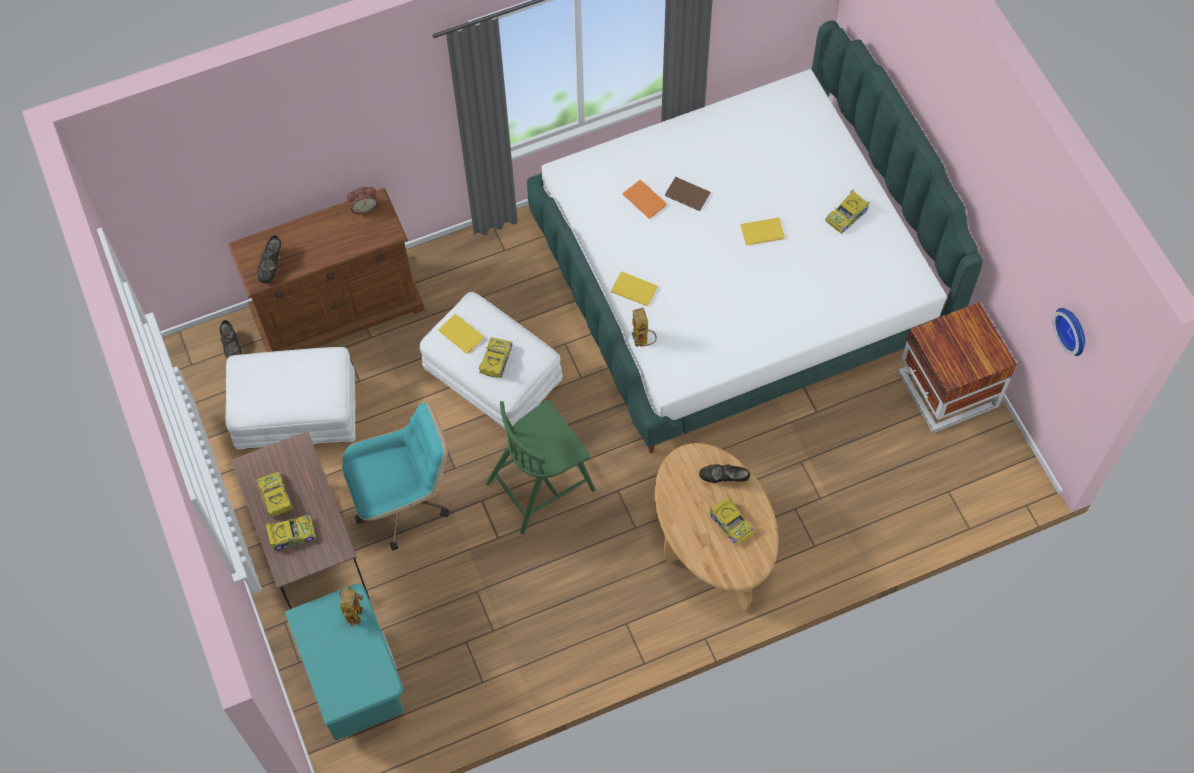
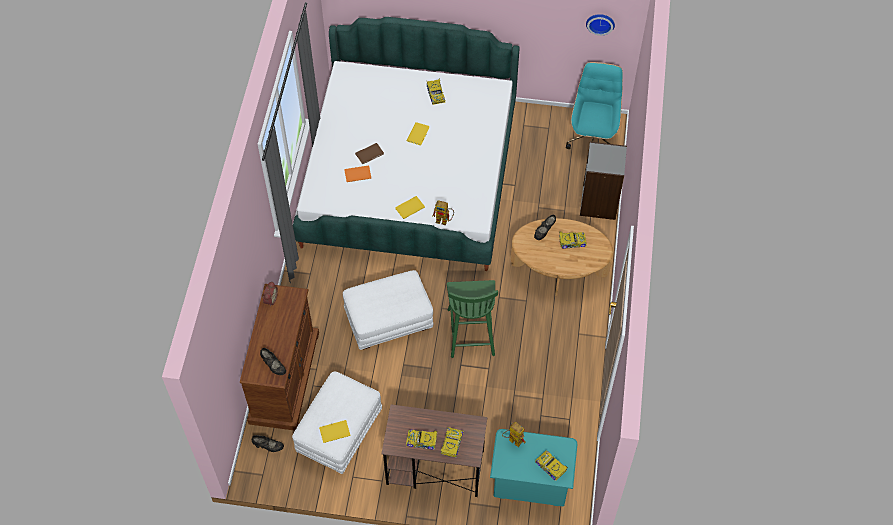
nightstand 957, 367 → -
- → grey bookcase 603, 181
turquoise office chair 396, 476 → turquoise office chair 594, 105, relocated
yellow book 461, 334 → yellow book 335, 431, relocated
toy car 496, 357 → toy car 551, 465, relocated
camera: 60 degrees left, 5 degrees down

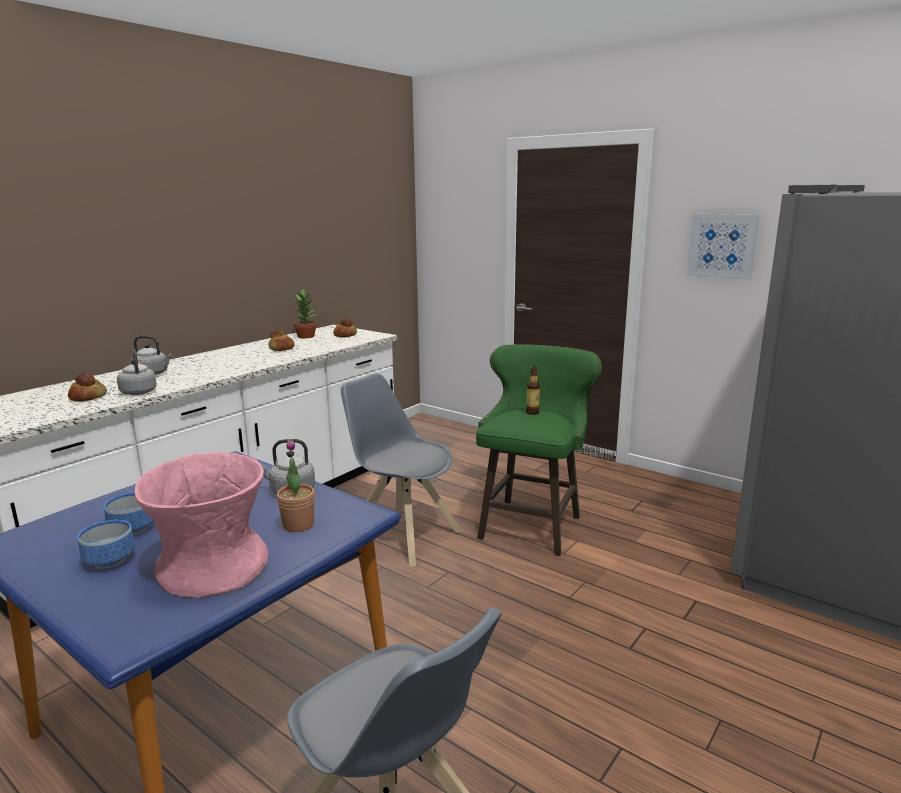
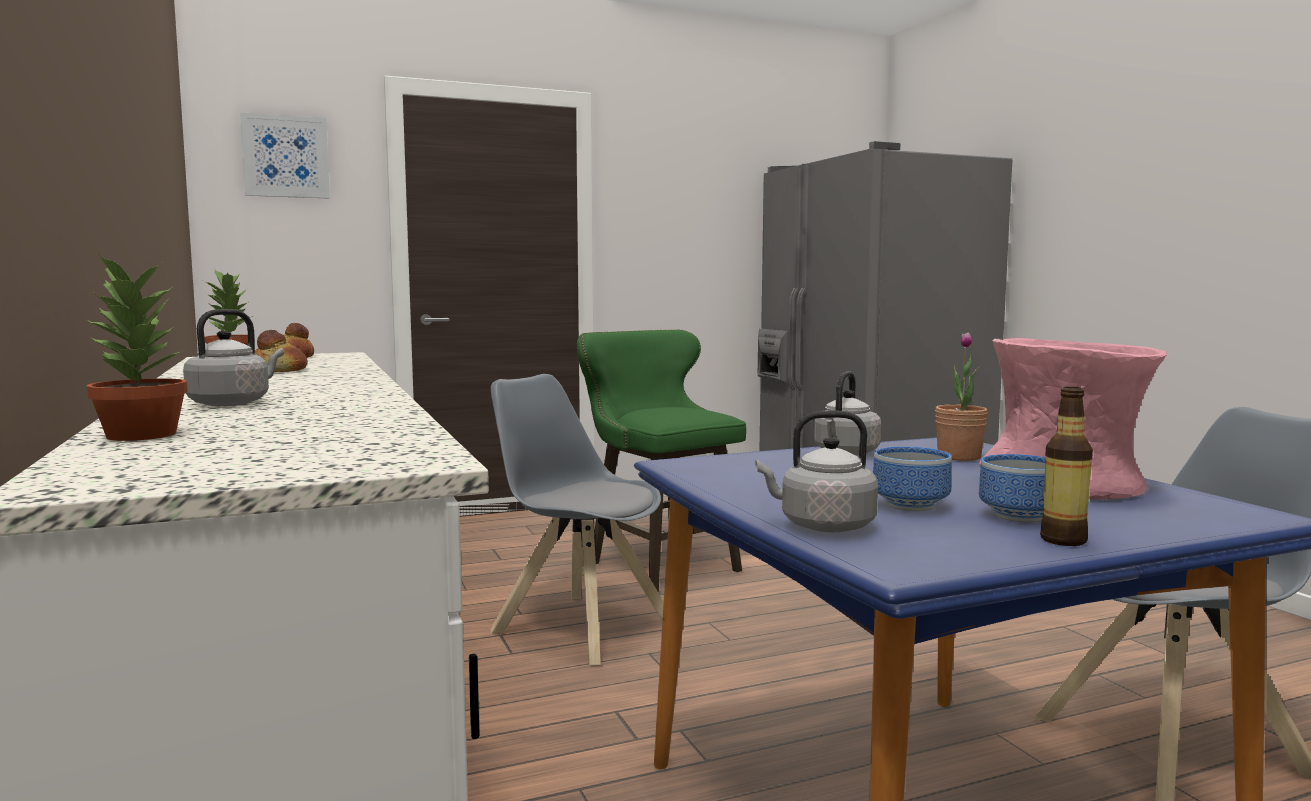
bread 87, 386 → -
- → potted plant 136, 347
grey kettle 137, 372 → grey kettle 816, 471, relocated
bottle 533, 390 → bottle 1066, 466, relocated
picture 723, 247 → picture 285, 156, relocated
grey chair 402, 470 → grey chair 577, 519, 60 degrees clockwise
camera: 60 degrees left, 10 degrees down

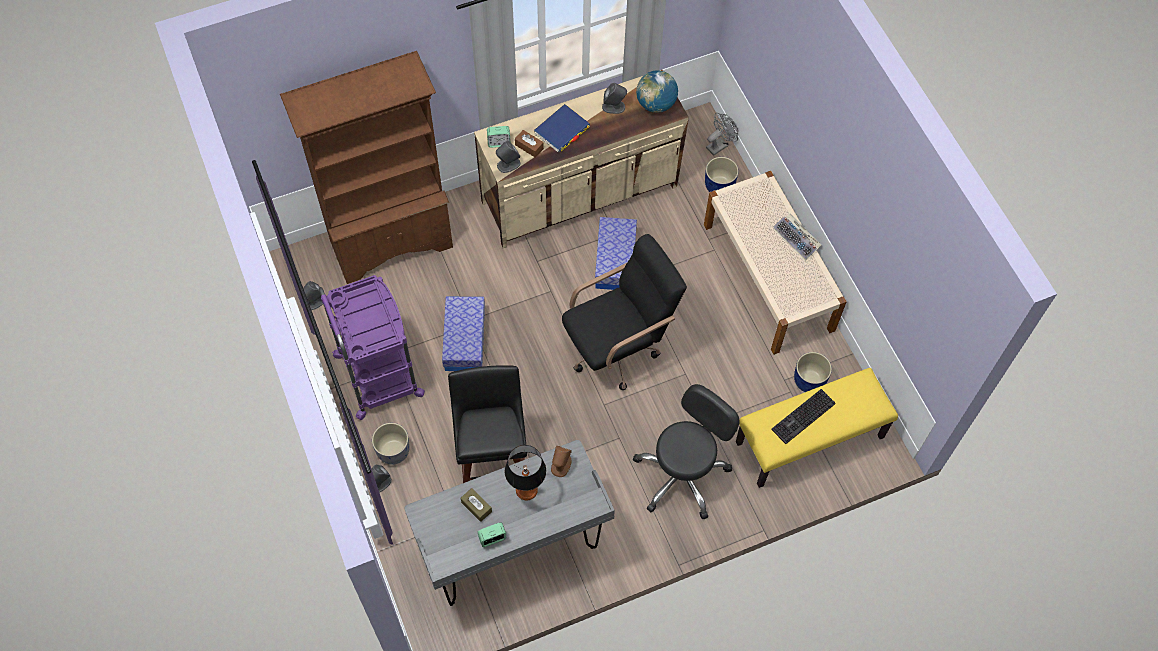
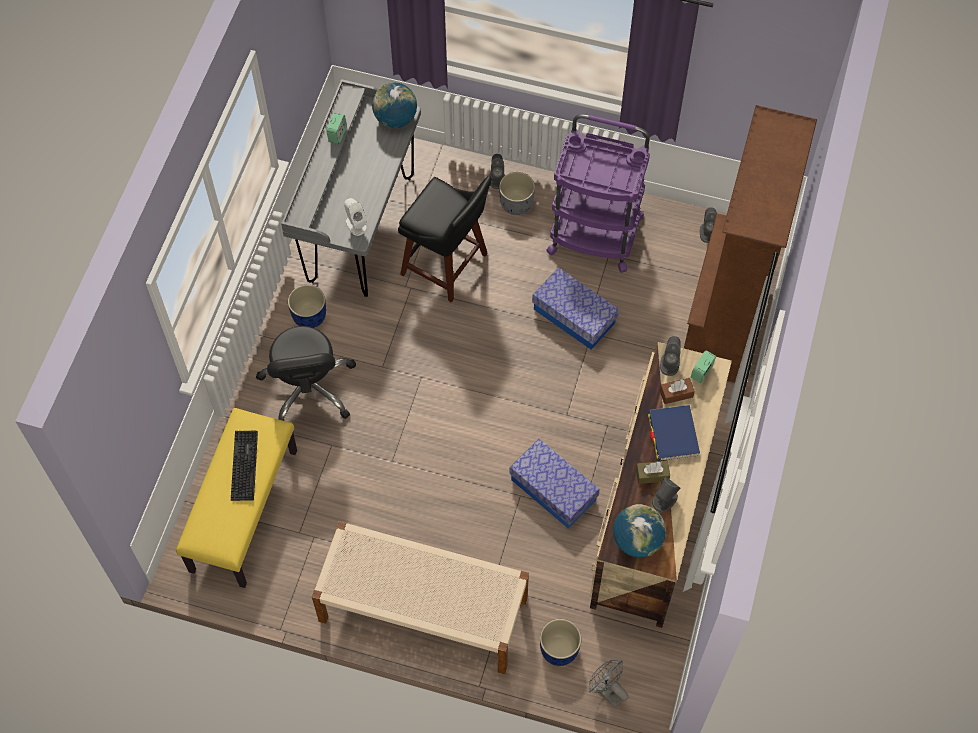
table lamp 525, 472 → -
black office chair 624, 312 → -
keyboard 797, 237 → -
- → globe 394, 105
brown tissue box 476, 505 → brown tissue box 653, 472, relocated
blue planter 813, 372 → blue planter 307, 306, relocated
brown speaker 561, 461 → white speaker 355, 217
grey fan 722, 134 → grey fan 609, 684, 135 degrees clockwise
camera: 130 degrees right, 0 degrees up

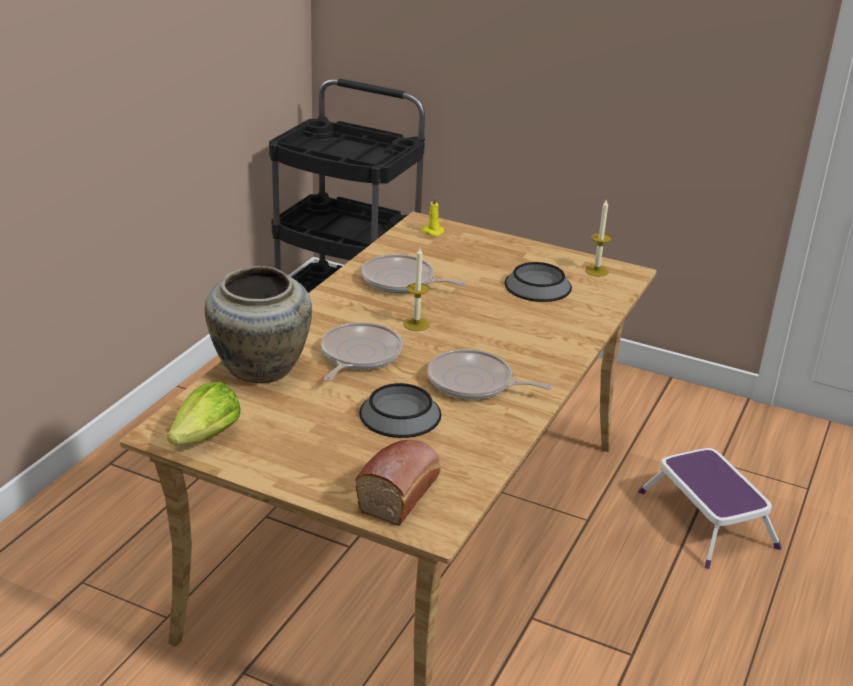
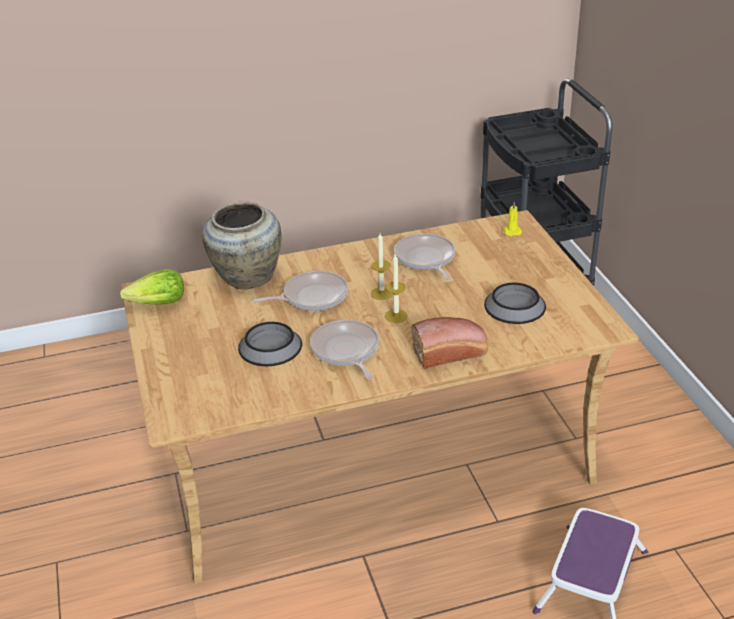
bread 398, 483 → bread 450, 343, relocated
candle 598, 238 → candle 396, 288, relocated
camera: 50 degrees right, 5 degrees up

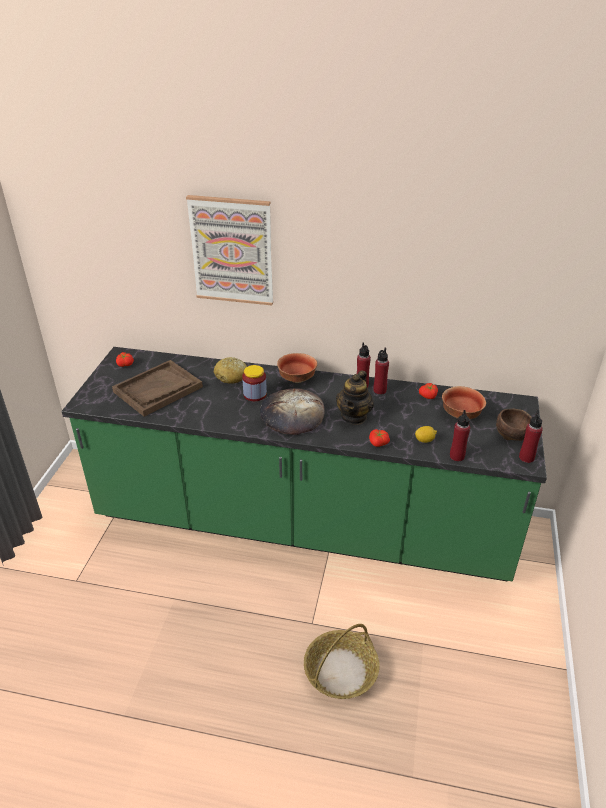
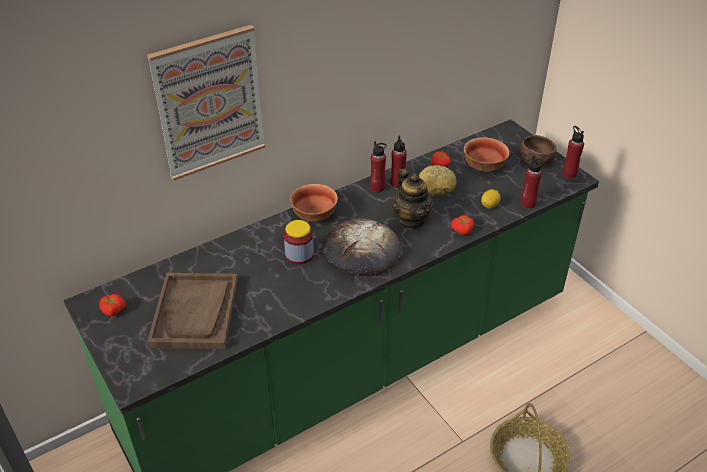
bread 230, 370 → bread 438, 180, relocated
camera: 45 degrees left, 5 degrees up

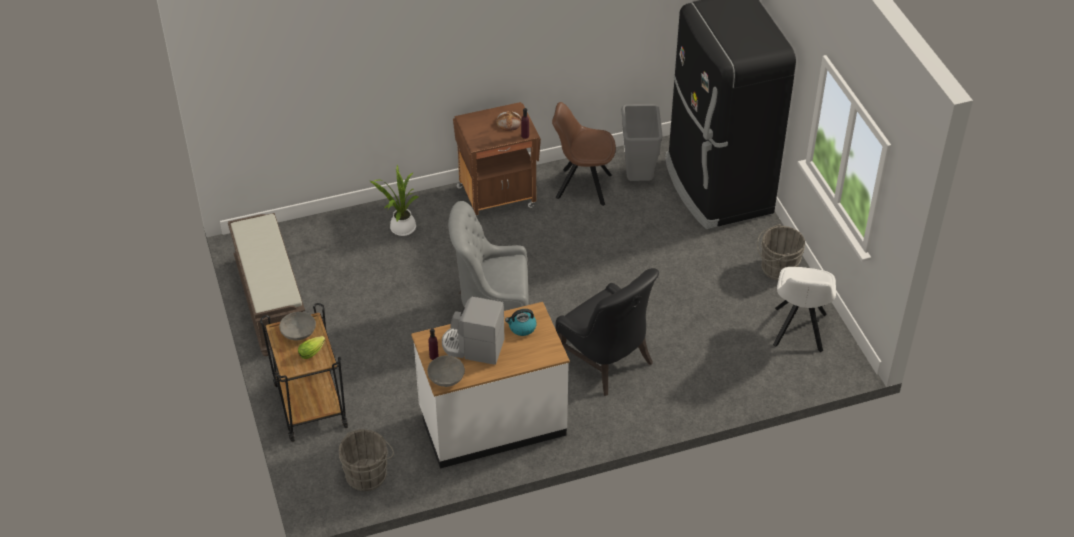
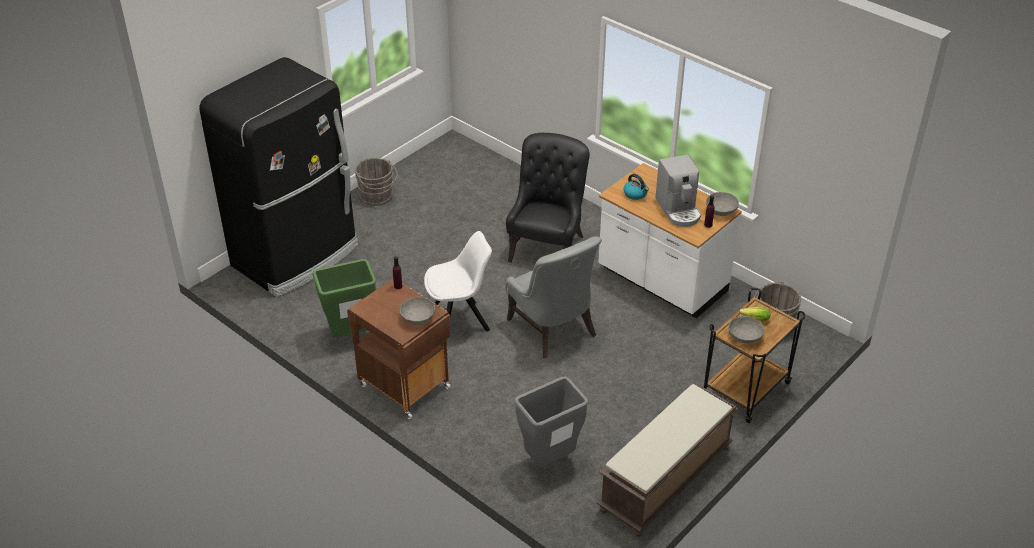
potted plant 394, 200 → -
bread 509, 121 → -
- → grey bowl 417, 311
grey trash can 642, 142 → grey trash can 551, 421, relocated
white chair 804, 309 → white chair 458, 281, relocated
brown chair 584, 154 → green trash can 344, 298
camera: 120 degrees left, 5 degrees down

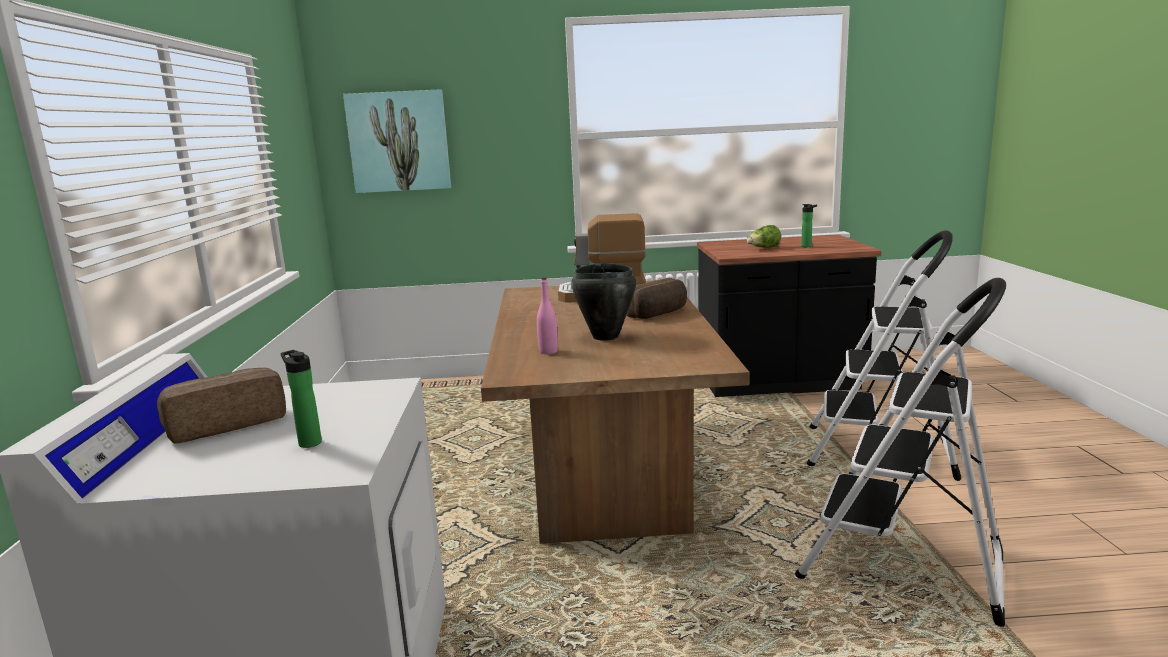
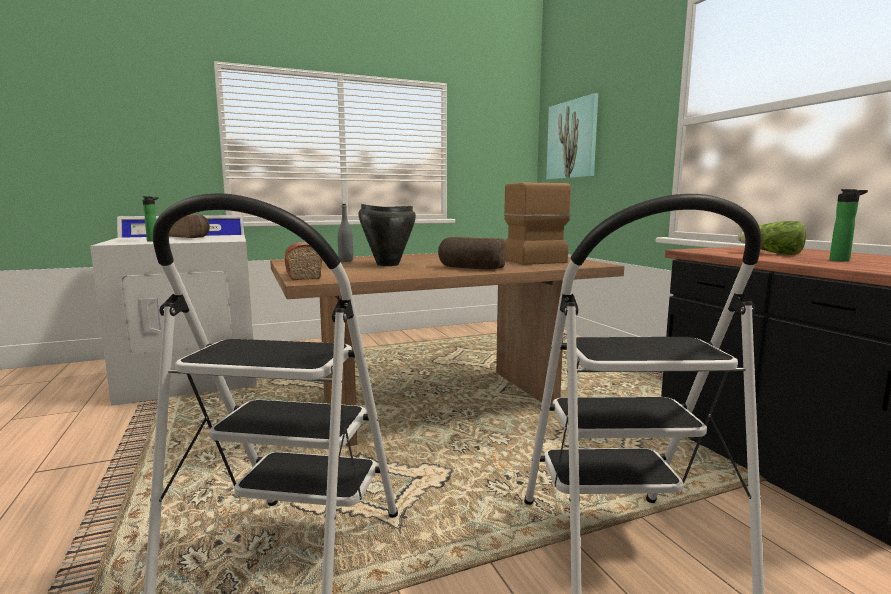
- → bread 303, 261
pink bottle 547, 315 → grey bottle 345, 233
camera: 70 degrees right, 5 degrees down

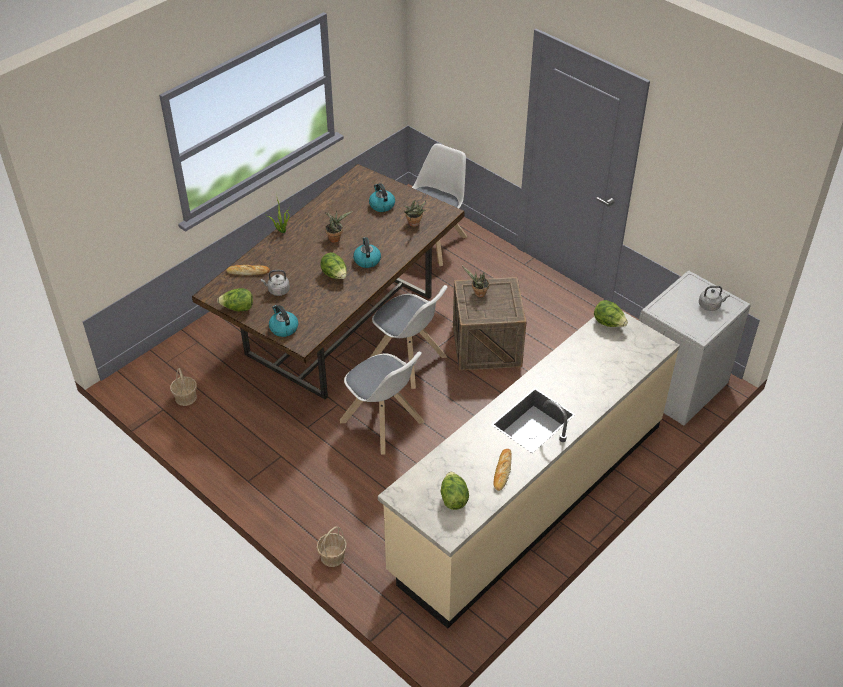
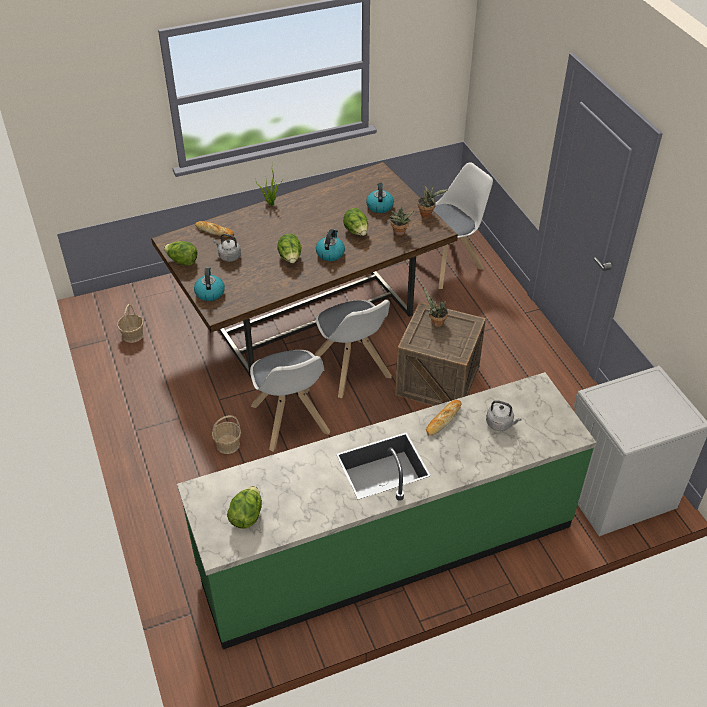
basket 331, 546 → basket 226, 434, relocated
potted plant 339, 227 → potted plant 433, 200, relocated
bread 502, 470 → bread 444, 418, relocated
lettuce 611, 313 → lettuce 355, 222, relocated
grey kettle 714, 298 → grey kettle 504, 415, relocated
beige counter 529, 470 → green counter 387, 510
camera: 25 degrees right, 0 degrees up

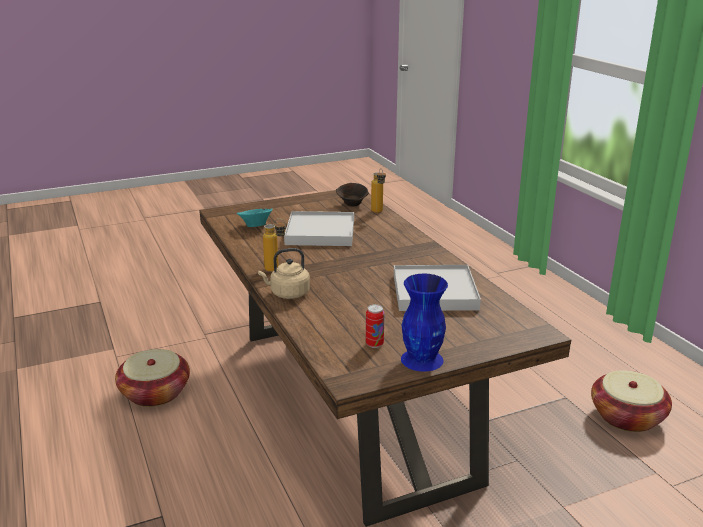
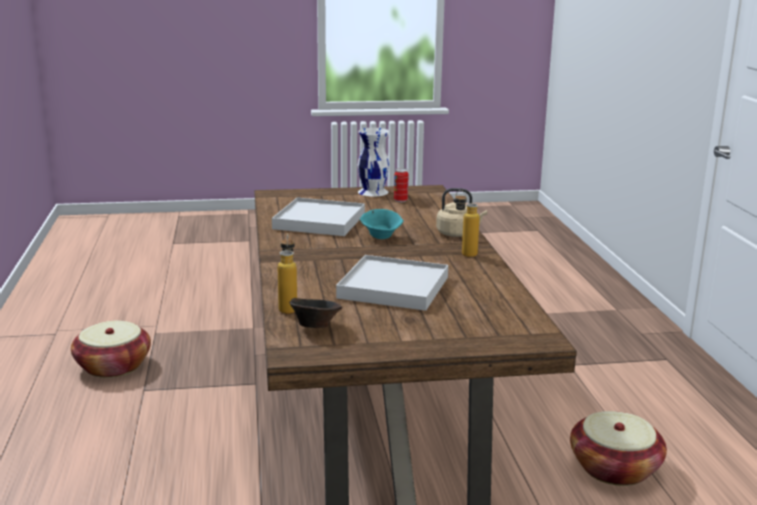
turquoise bowl 254, 217 → turquoise bowl 382, 224, relocated
blue vase 424, 323 → white vase 373, 162
camera: 165 degrees left, 5 degrees down

